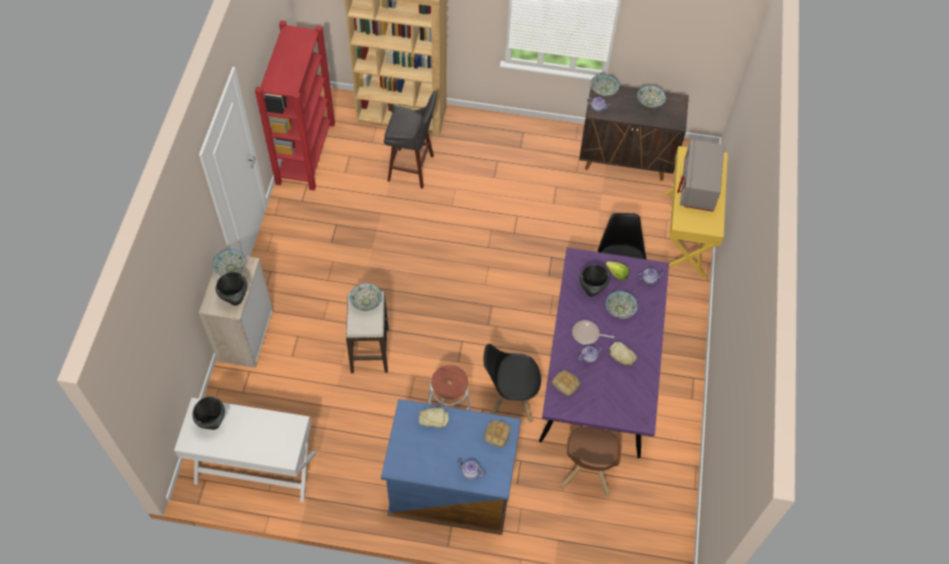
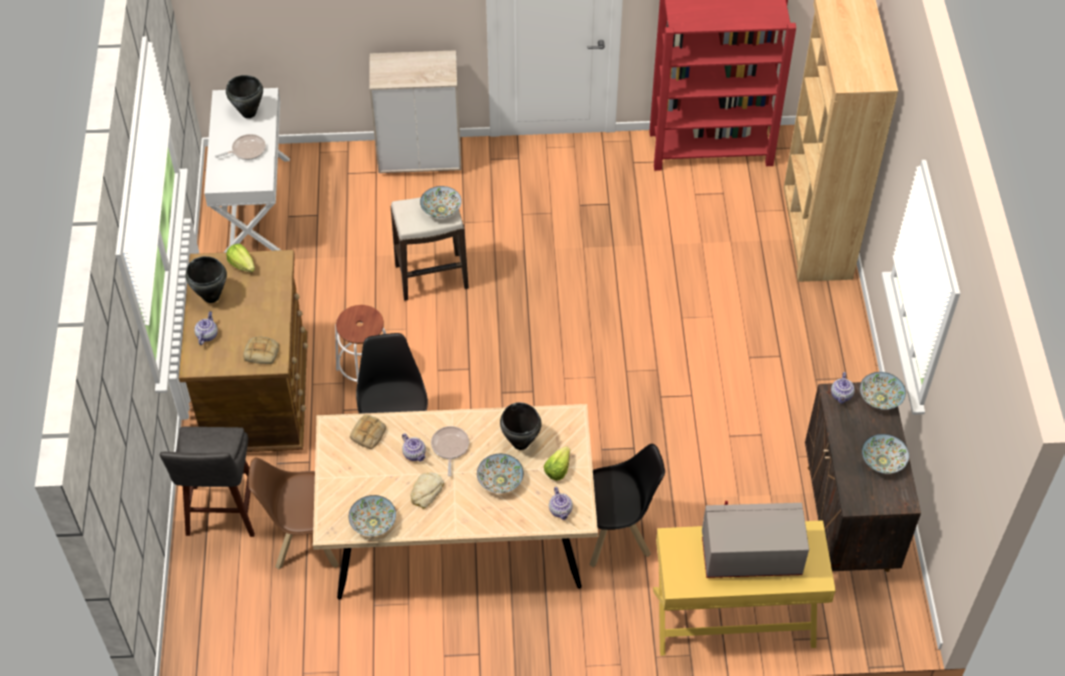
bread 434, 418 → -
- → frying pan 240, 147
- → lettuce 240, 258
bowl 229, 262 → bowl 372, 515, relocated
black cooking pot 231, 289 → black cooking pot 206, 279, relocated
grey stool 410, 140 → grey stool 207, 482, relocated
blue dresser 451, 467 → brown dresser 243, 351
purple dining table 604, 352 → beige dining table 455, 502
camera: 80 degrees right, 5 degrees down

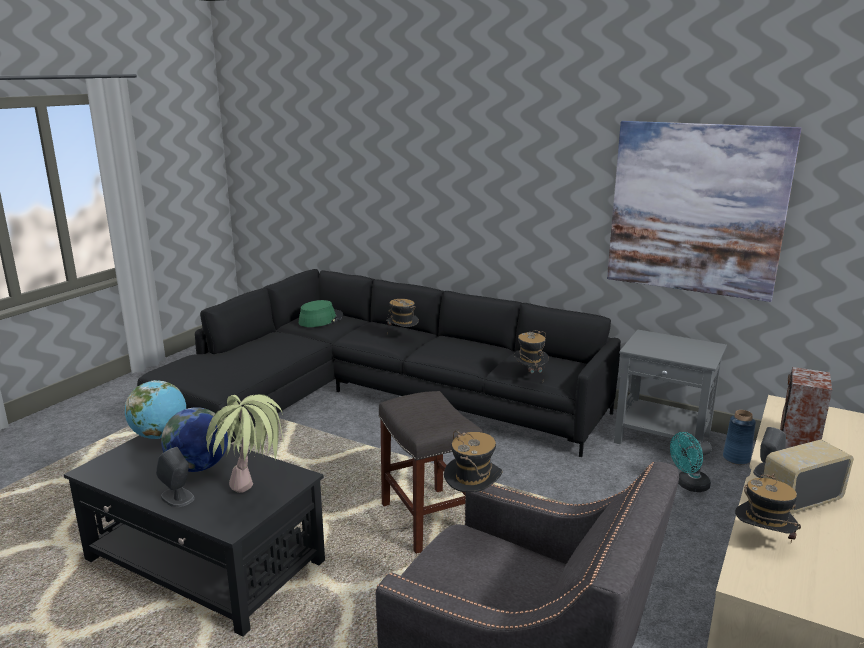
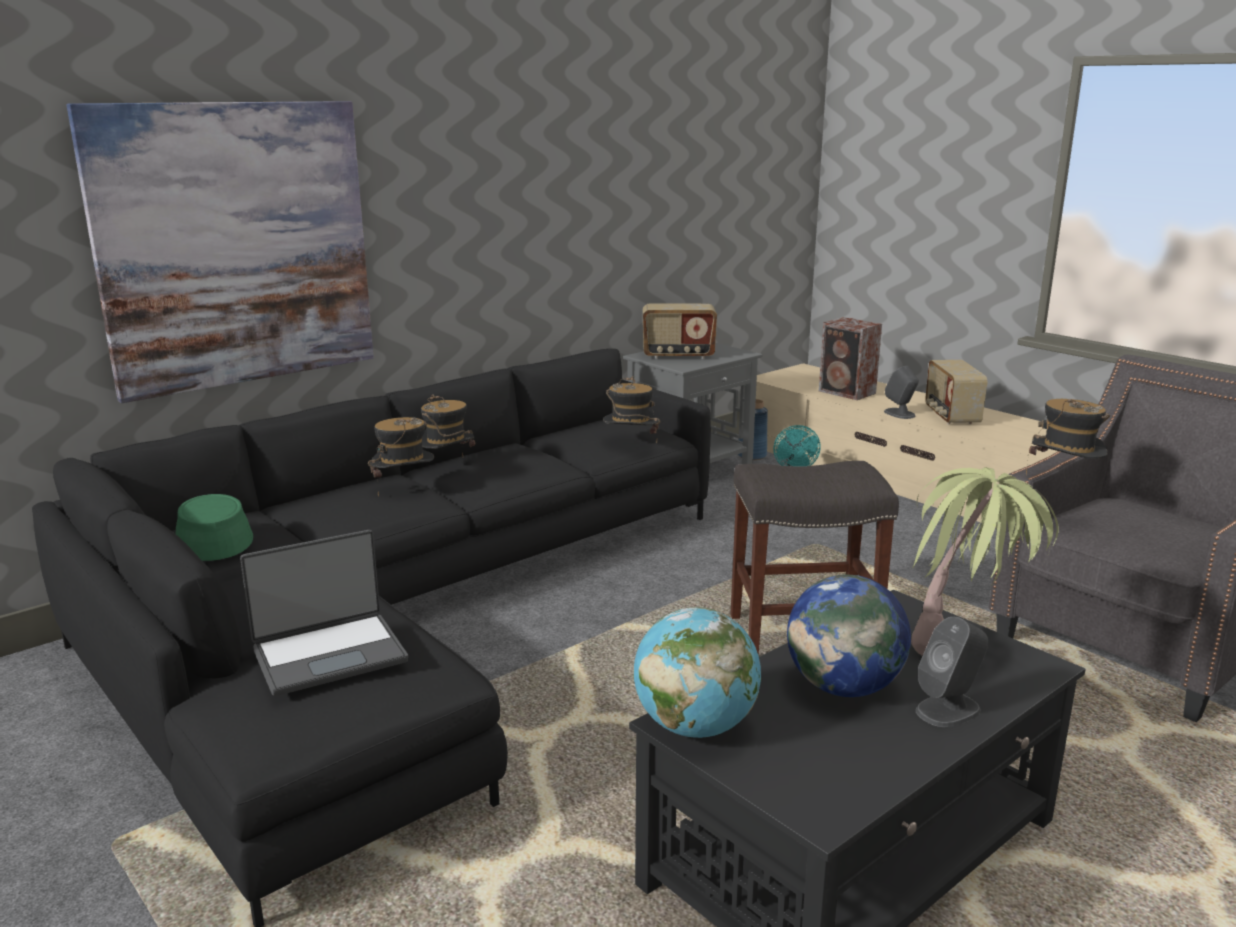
- → laptop 324, 613
- → radio 680, 331
picture 704, 211 → picture 220, 252, relocated
hat 768, 507 → hat 448, 425, relocated
camera: 70 degrees left, 0 degrees up

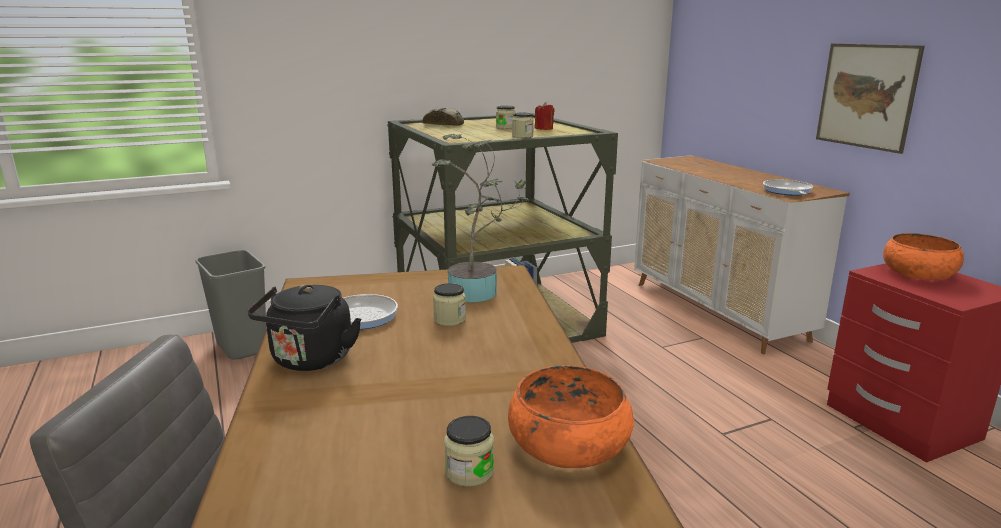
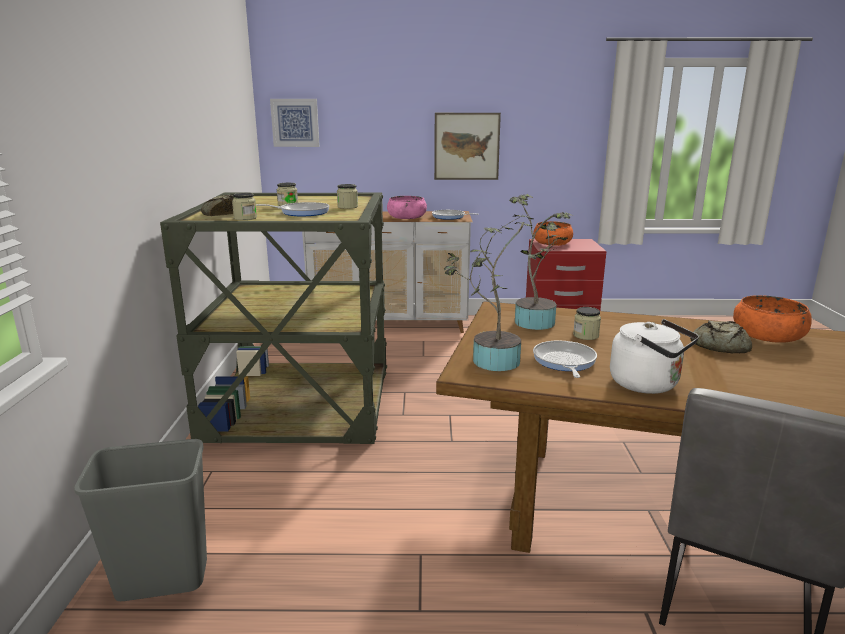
red candle 545, 116 → -
- → frying pan 292, 209
- → picture 295, 123
- → pink bowl 407, 207
- → potted plant 488, 293
- → bread 721, 336
jar 469, 451 → jar 244, 206, relocated
black kettle 304, 328 → white kettle 654, 356
camera: 65 degrees left, 0 degrees up

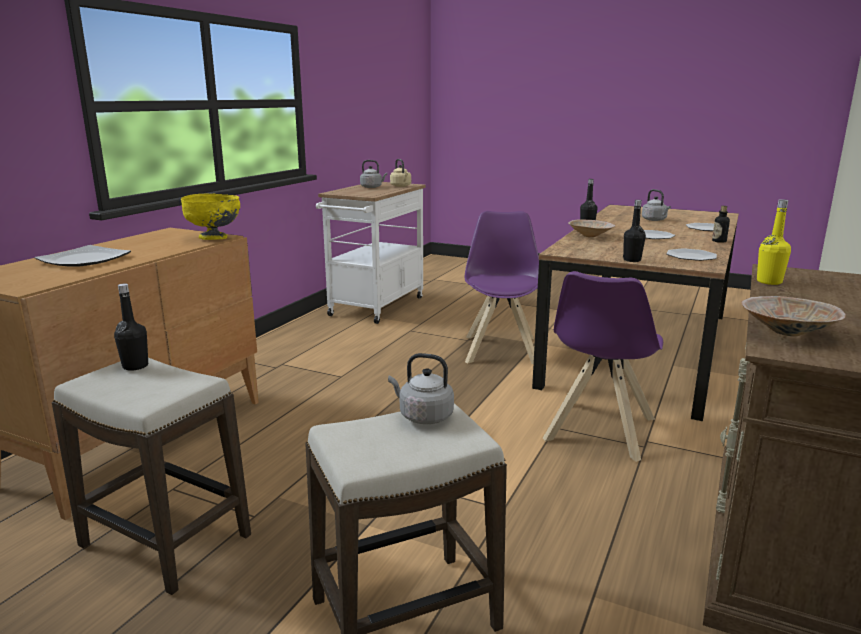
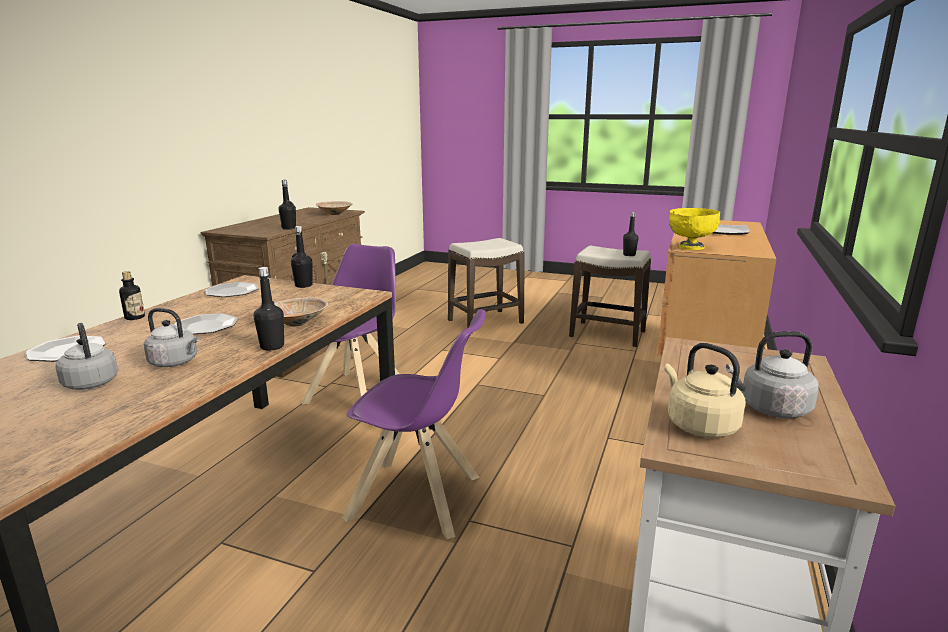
grey kettle 421, 388 → grey kettle 171, 337, relocated
yellow bottle 774, 242 → black bottle 287, 205
purple chair 502, 287 → purple chair 414, 424, 75 degrees counterclockwise
camera: 175 degrees right, 0 degrees up

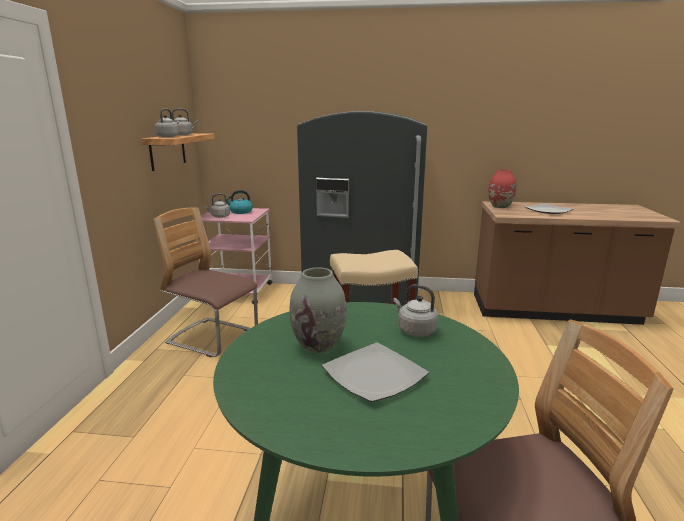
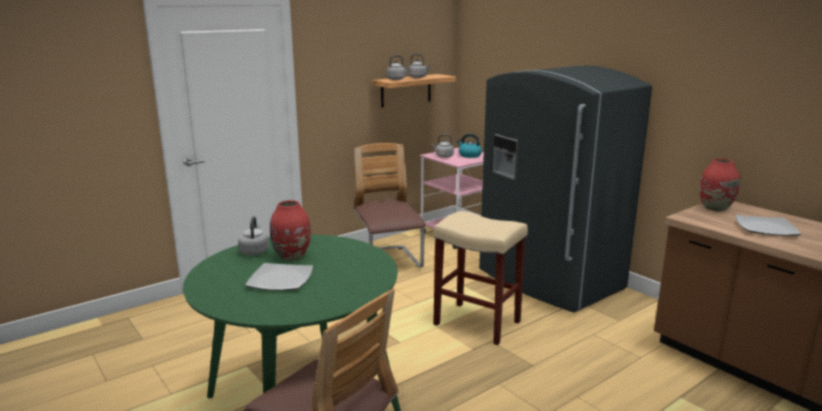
grey kettle 416, 310 → grey kettle 253, 235, relocated
grey vase 317, 310 → red vase 290, 230
camera: 45 degrees right, 0 degrees up

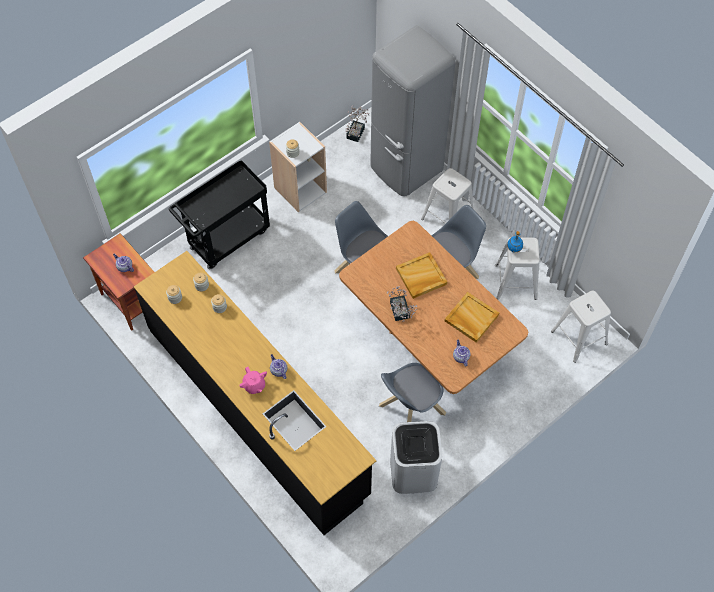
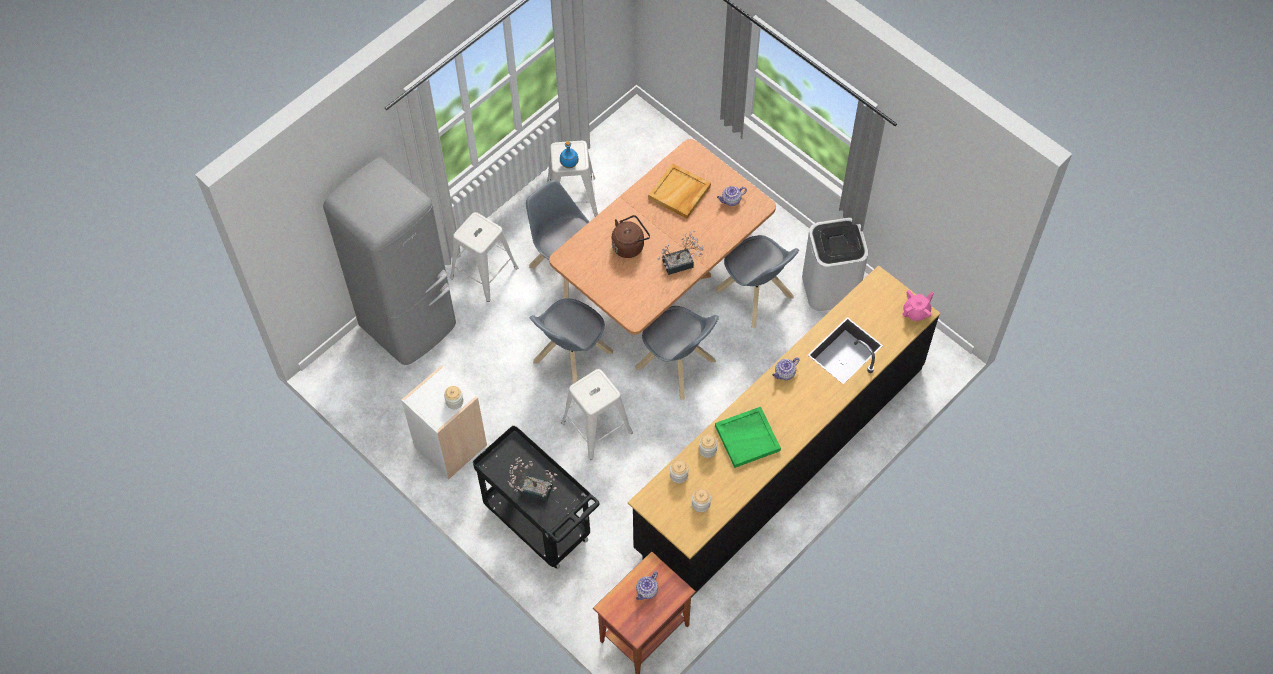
- → grey chair 677, 353
- → green tray 748, 437
pink teapot 253, 380 → pink teapot 918, 305, relocated
potted plant 357, 123 → potted plant 532, 479, relocated
white stool 581, 327 → white stool 597, 414, relocated
beige tray 421, 275 → brown kettle 631, 236
camera: 95 degrees left, 0 degrees up

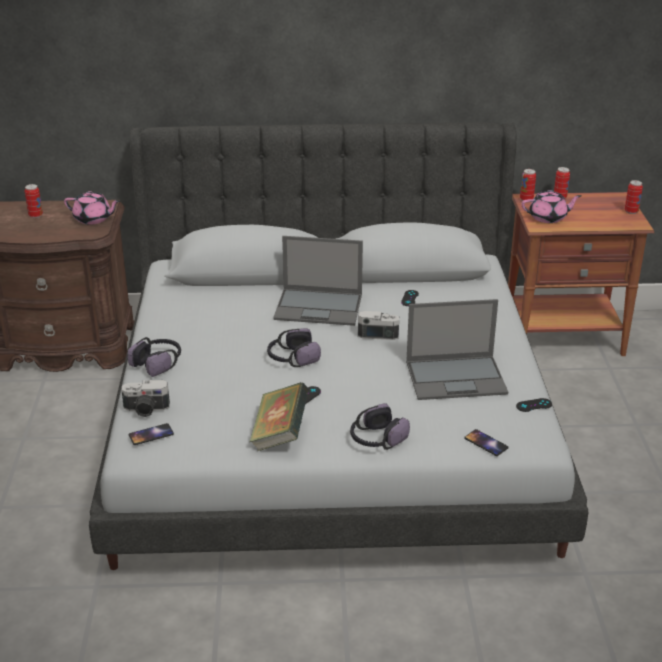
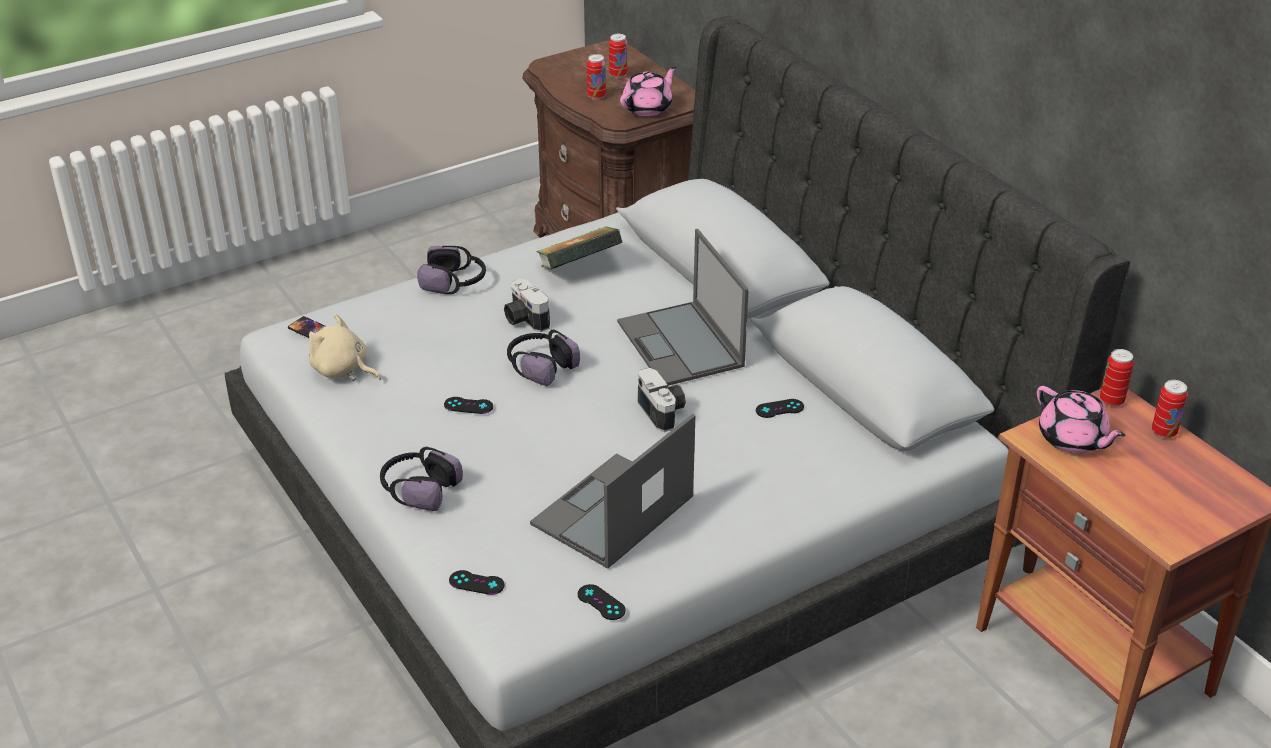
- → beige plush toy 345, 347
photo camera 145, 398 → photo camera 527, 305, relocated
book 279, 416 → book 579, 247, relocated
can 634, 197 → can 596, 77, relocated
phone 486, 442 → black game controller 476, 582
pink teapot 92, 208 → pink teapot 648, 91, 120 degrees counterclockwise
laptop 457, 349 → laptop 612, 491, 75 degrees clockwise
camera: 60 degrees right, 5 degrees up

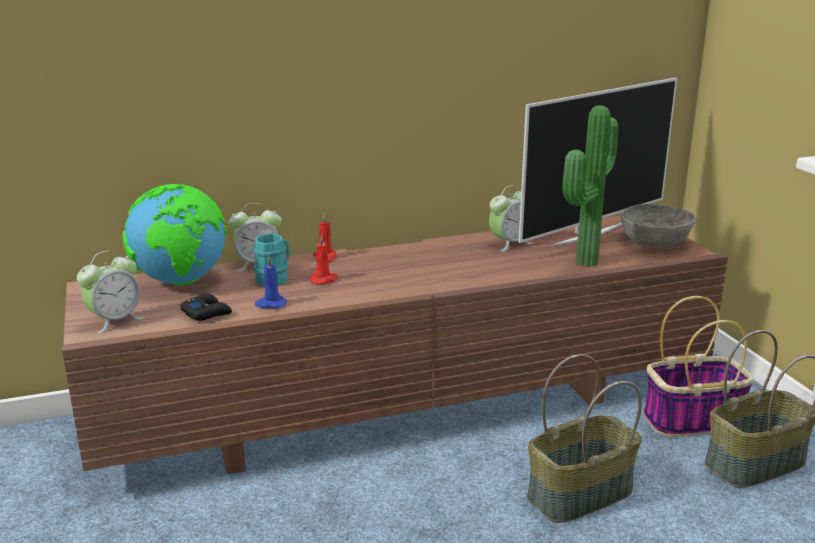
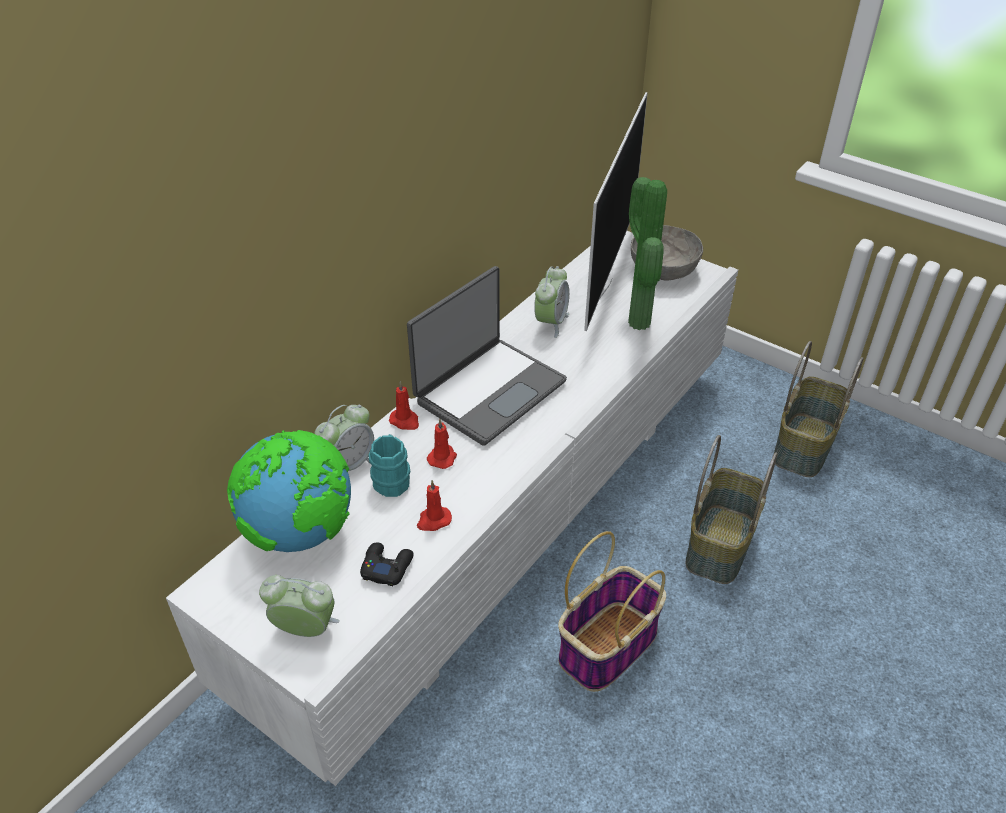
- → laptop 487, 356
basket 699, 366 → basket 612, 611, relocated
brown tv stand 395, 345 → white tv stand 452, 508
blue candle 271, 282 → red candle 434, 505
alarm clock 111, 292 → alarm clock 299, 606, 90 degrees counterclockwise
camera: 35 degrees left, 20 degrees up

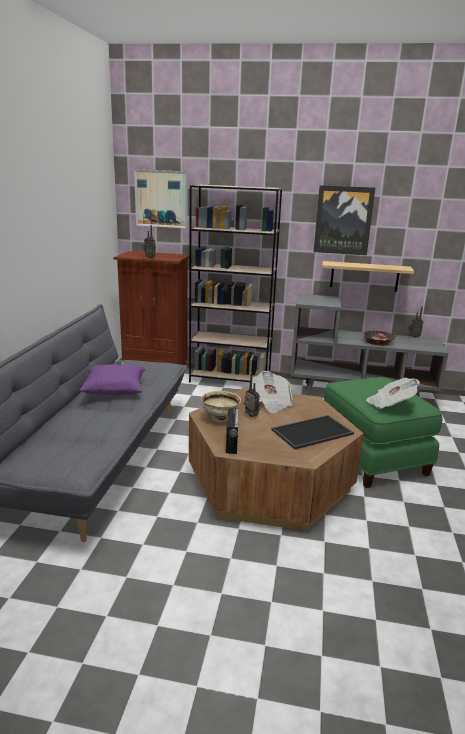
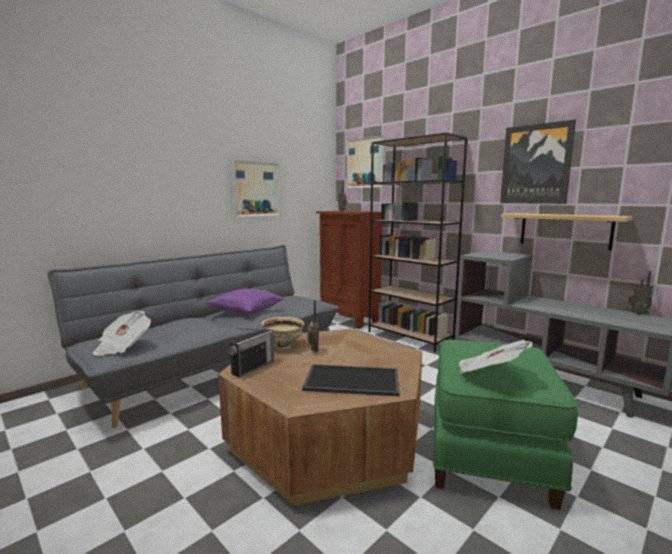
bowl 379, 338 → -
- → picture 256, 188
newspaper 272, 392 → newspaper 122, 333, relocated
camera: 35 degrees right, 10 degrees down

